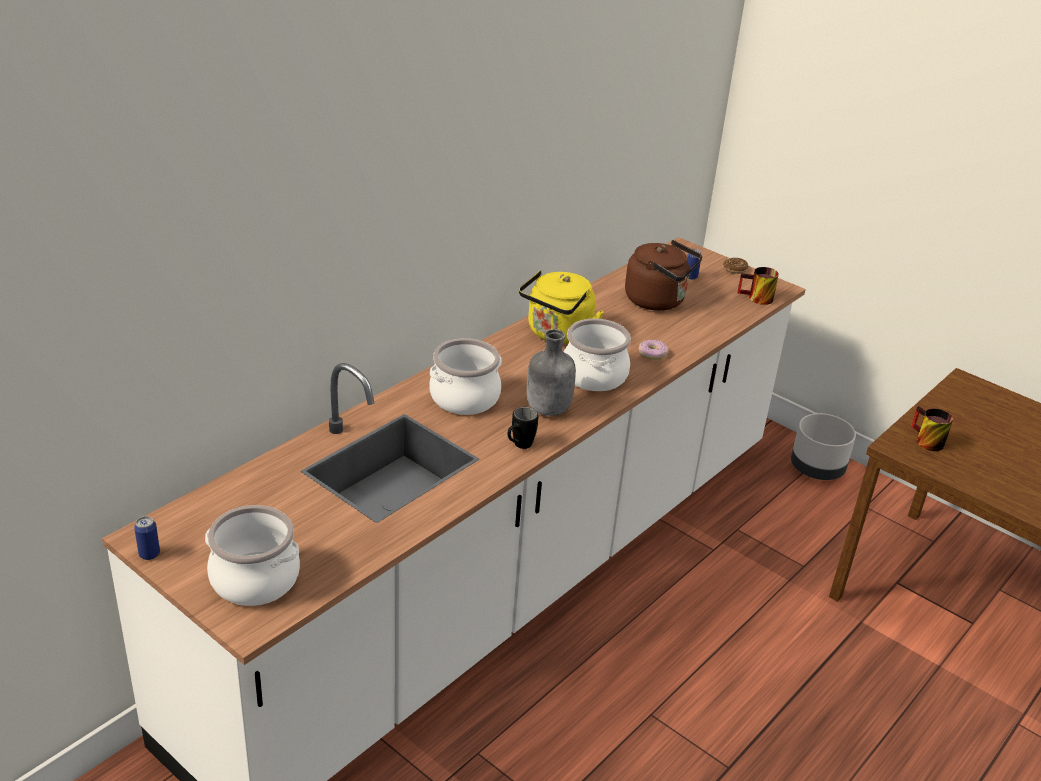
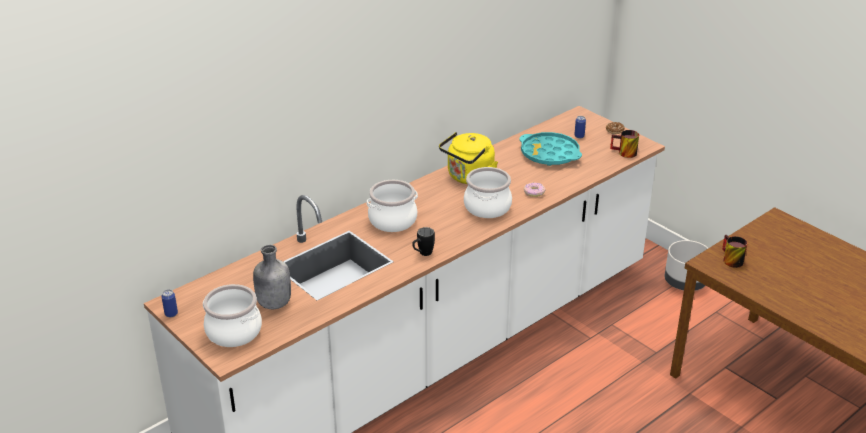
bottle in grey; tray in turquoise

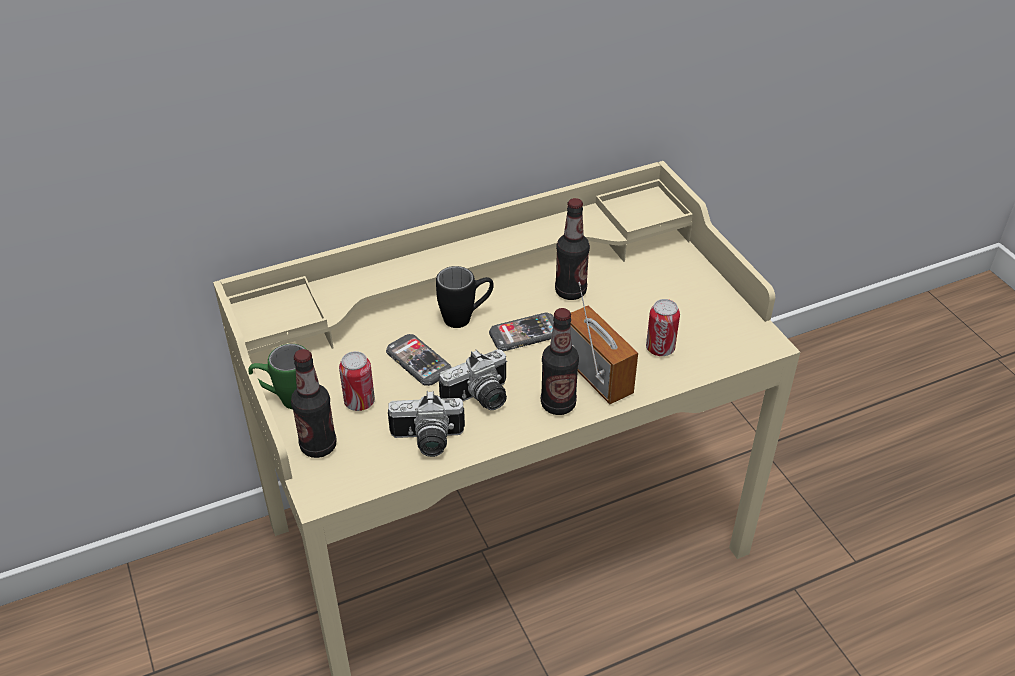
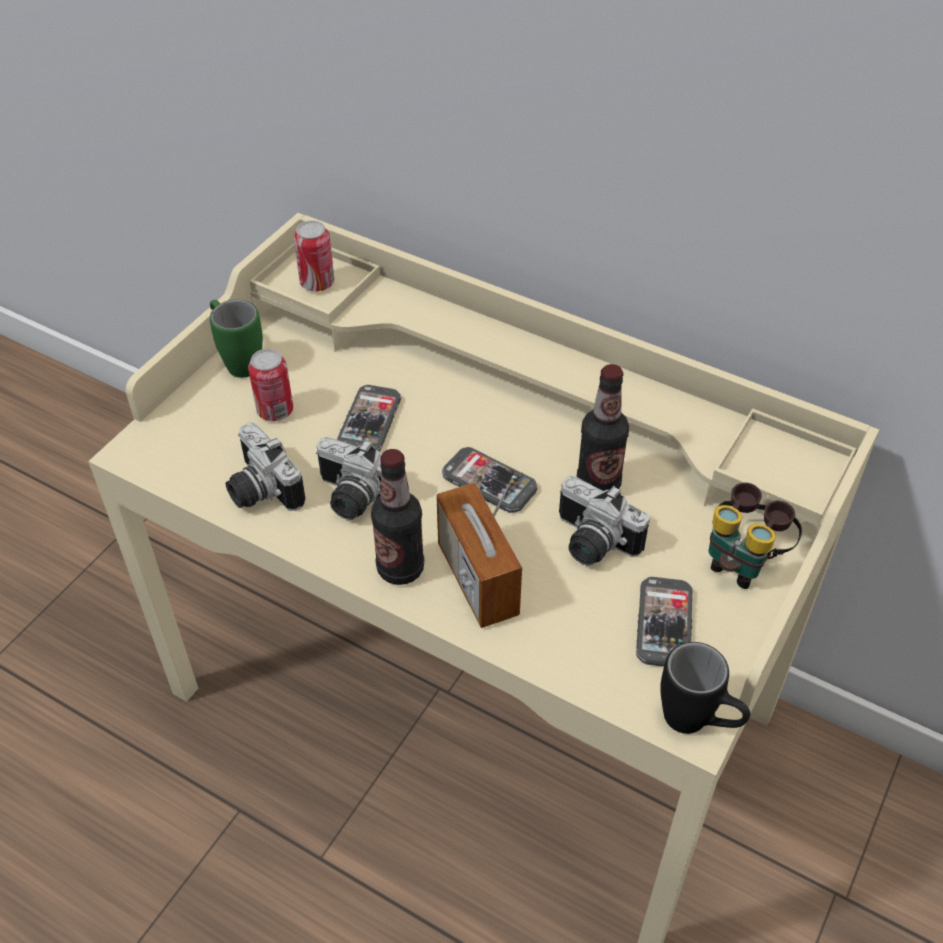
bottle (1st from left in the first image); photo camera (3rd from left); phone (3rd from left); binoculars; mug in black; can (2nd from left); radio

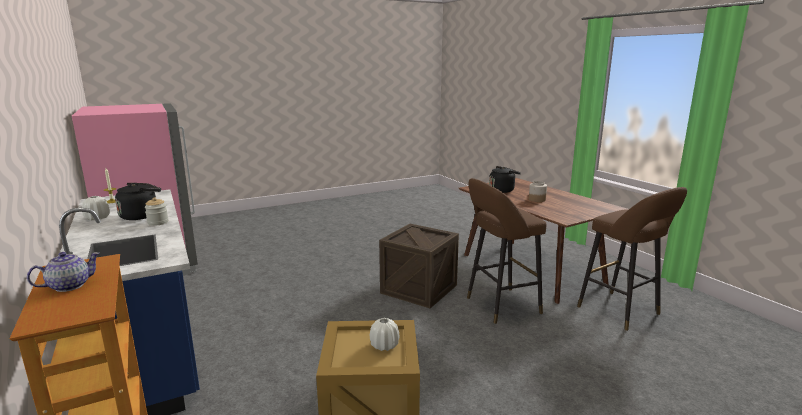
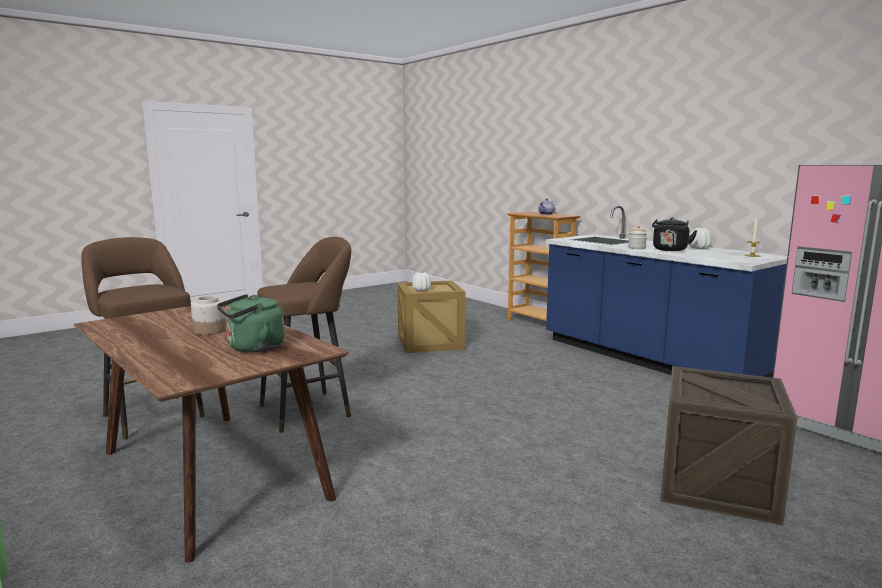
crate (2nd from left); kettle in green

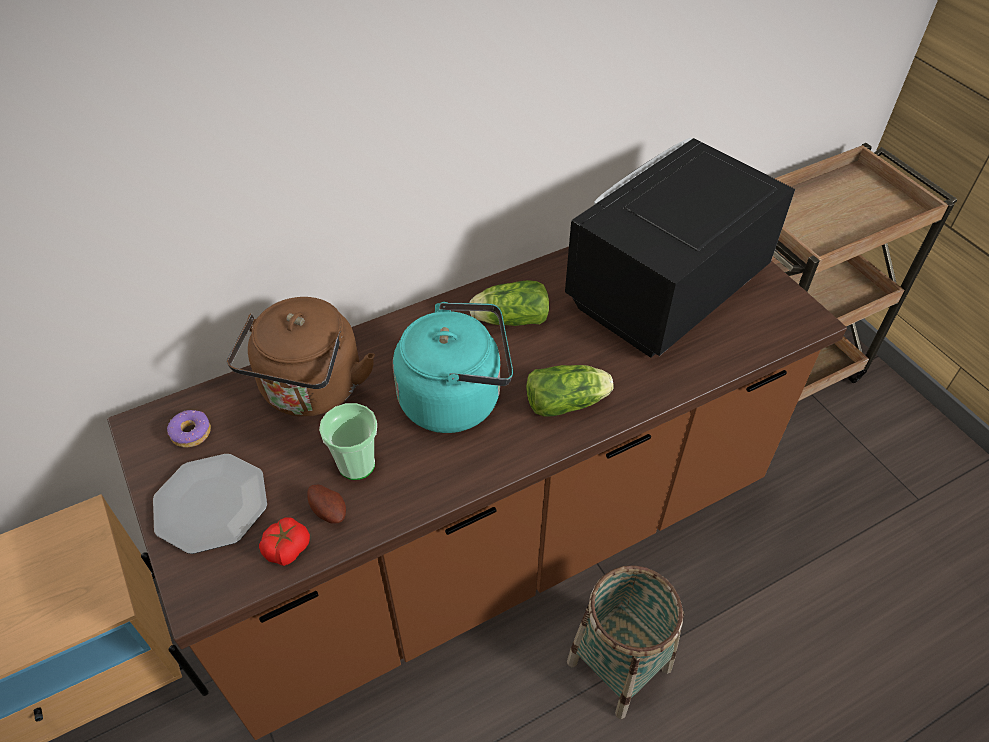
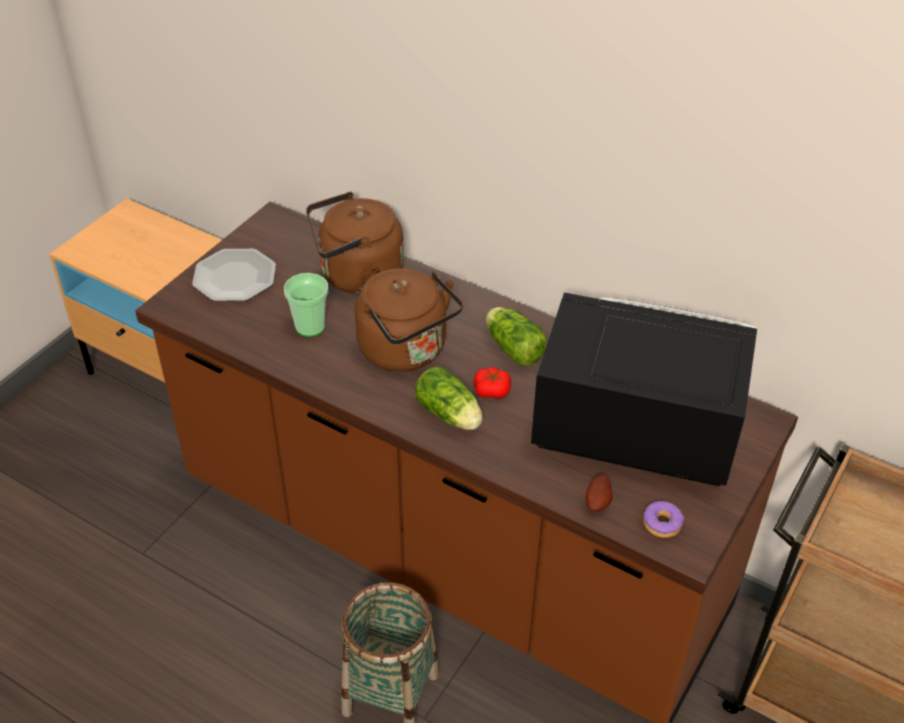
donut; tomato; potato; kettle in brown (2nd from left)

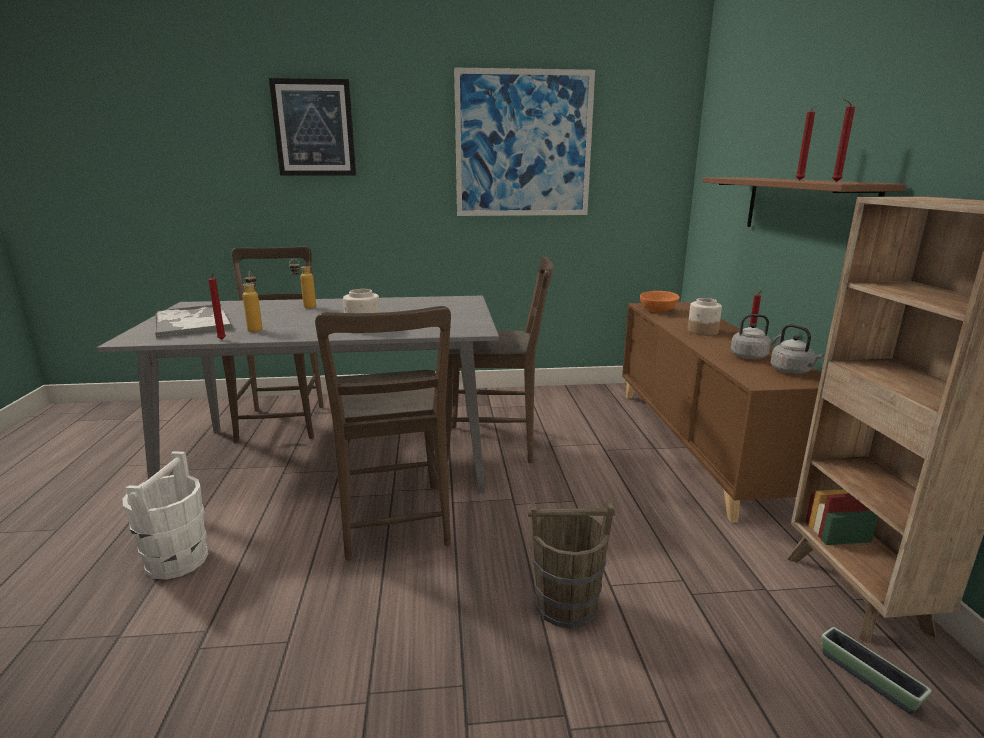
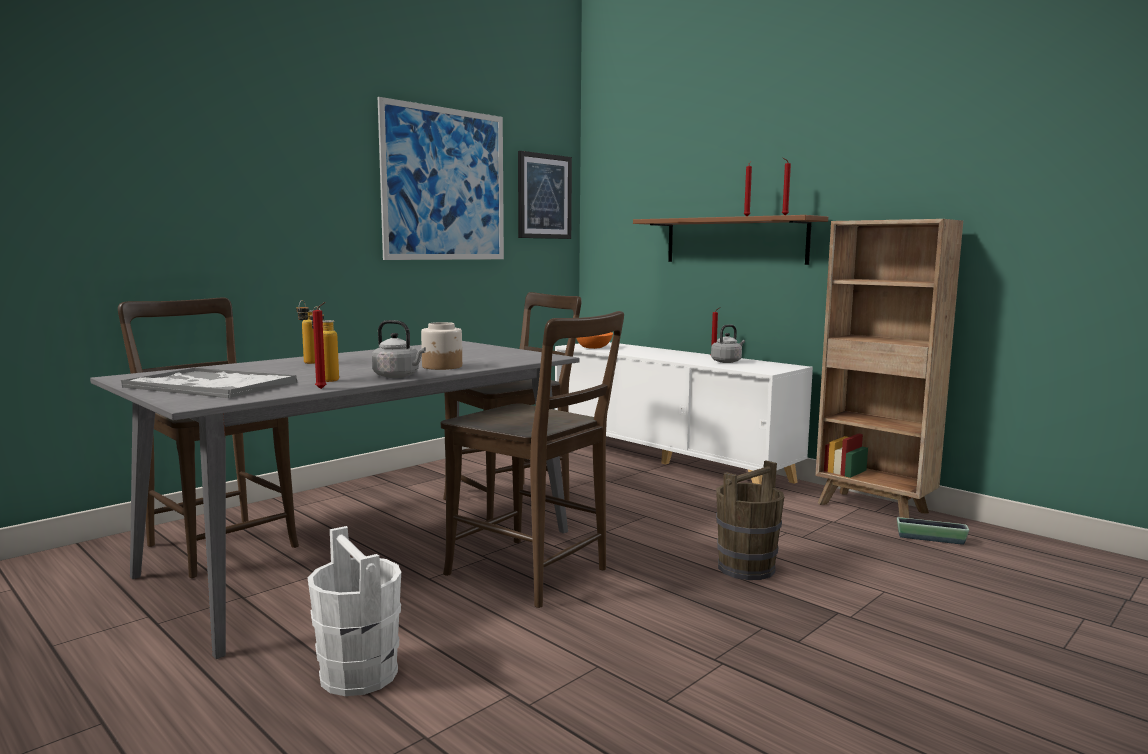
jar (2nd from left in the first image); picture (2nd from left); kettle in grey (1st from left); cabinet in white

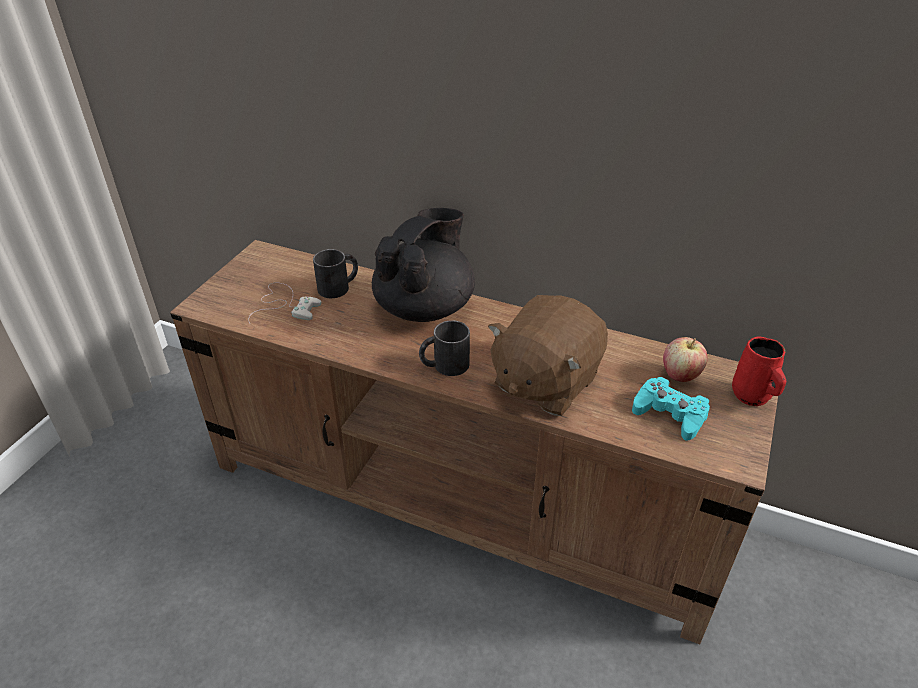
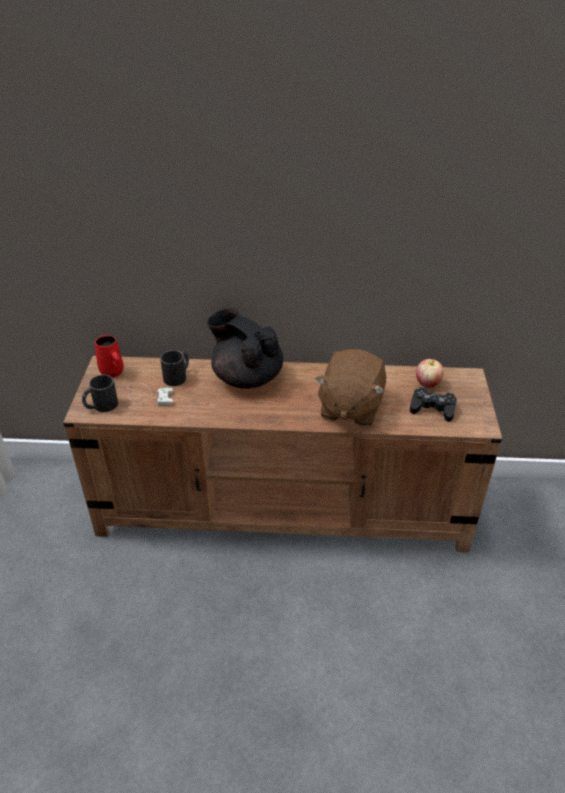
mug in black (1st from left); mug in red; game controller in black; teapot in black

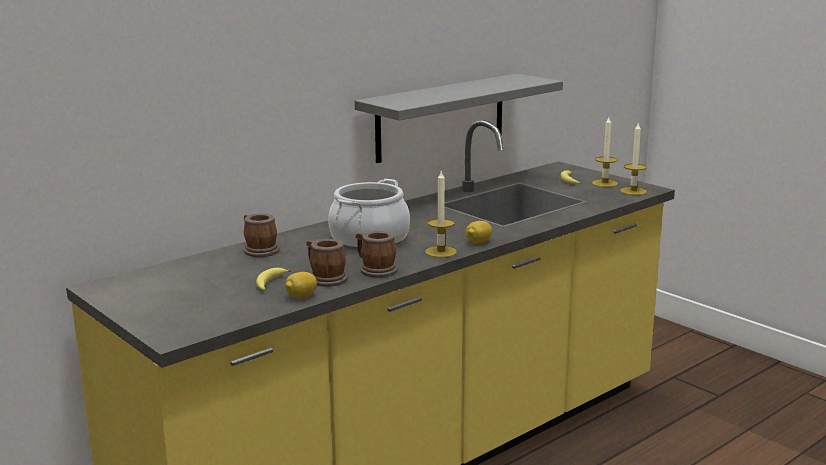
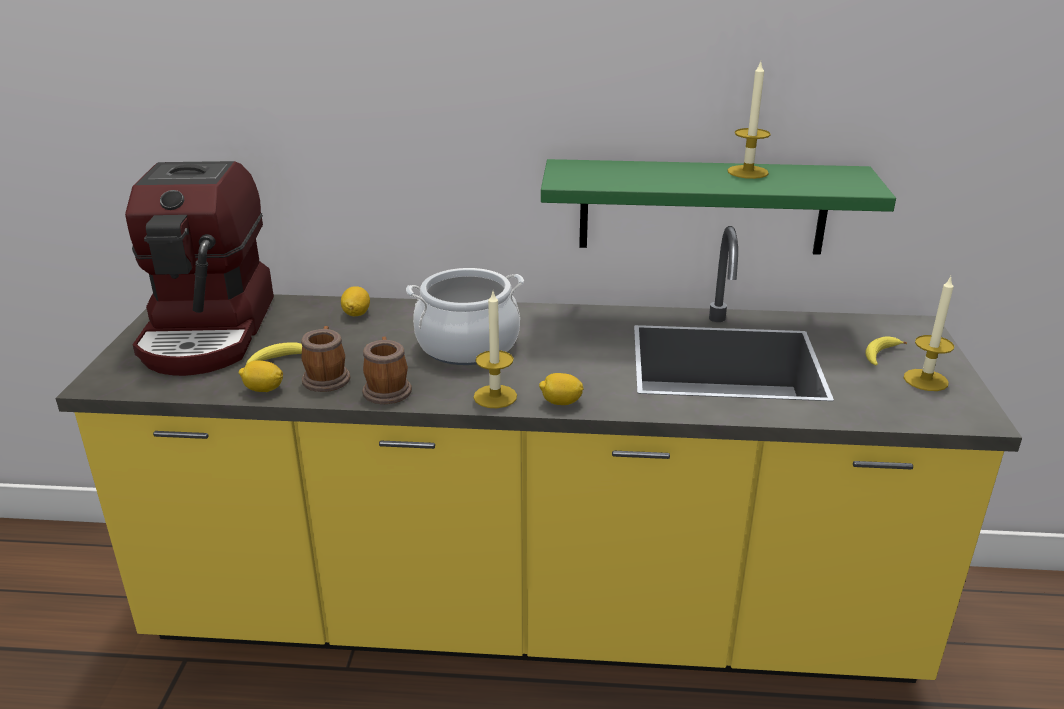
coffee machine; candle (2nd from left); lemon (2nd from left); shelf in green

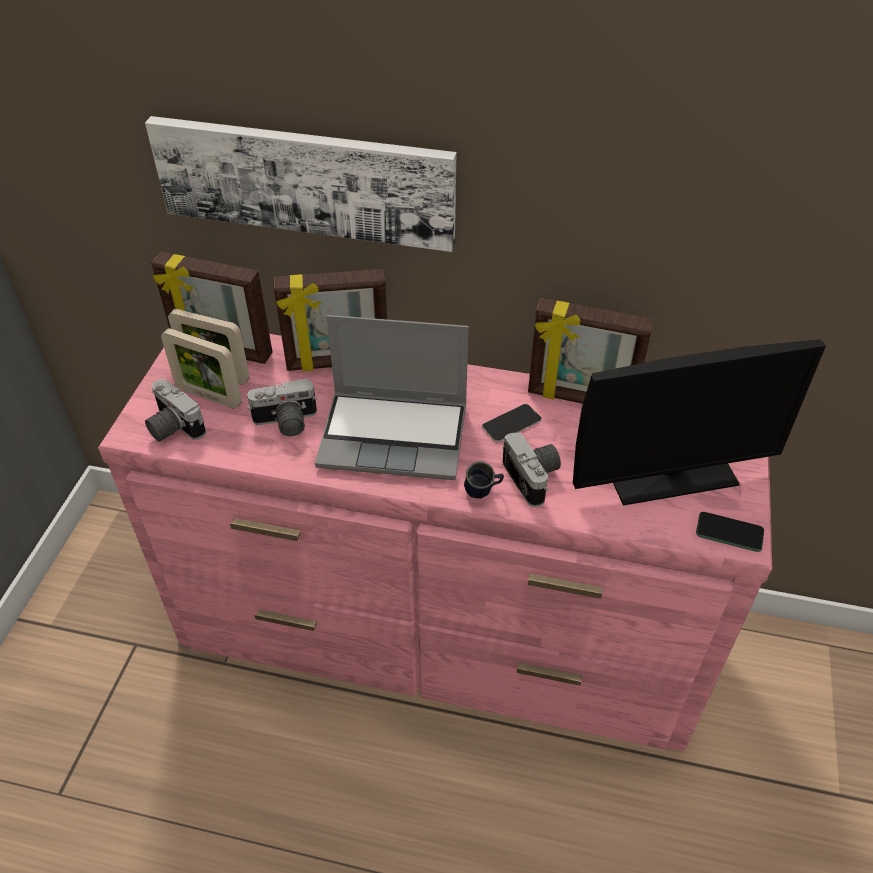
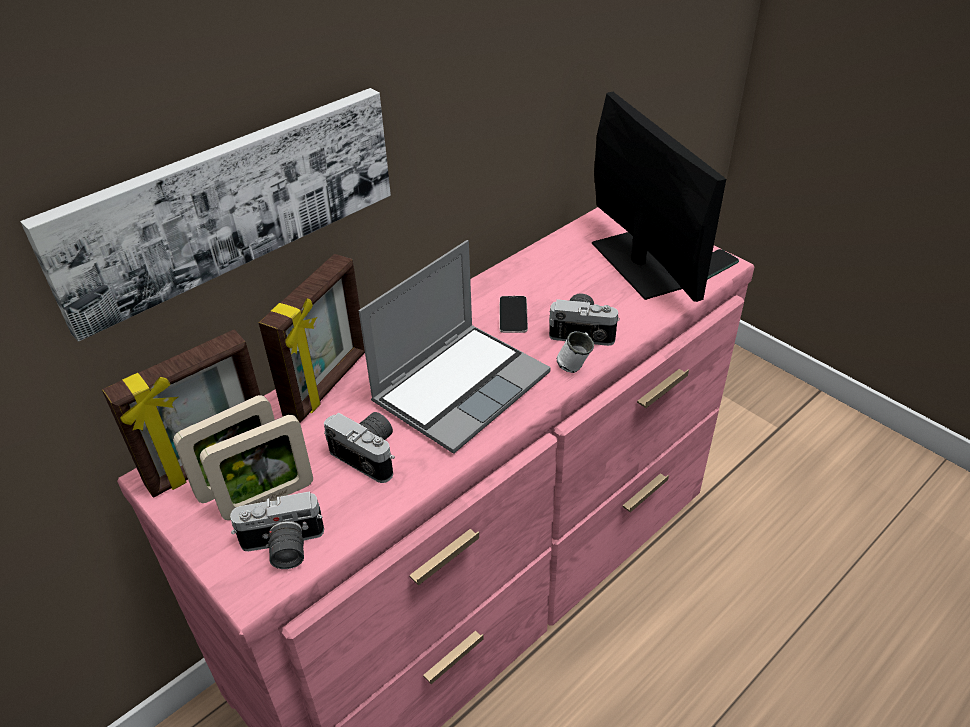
picture frame (5th from left in the first image); mug in white; photo camera (2nd from left); monitor

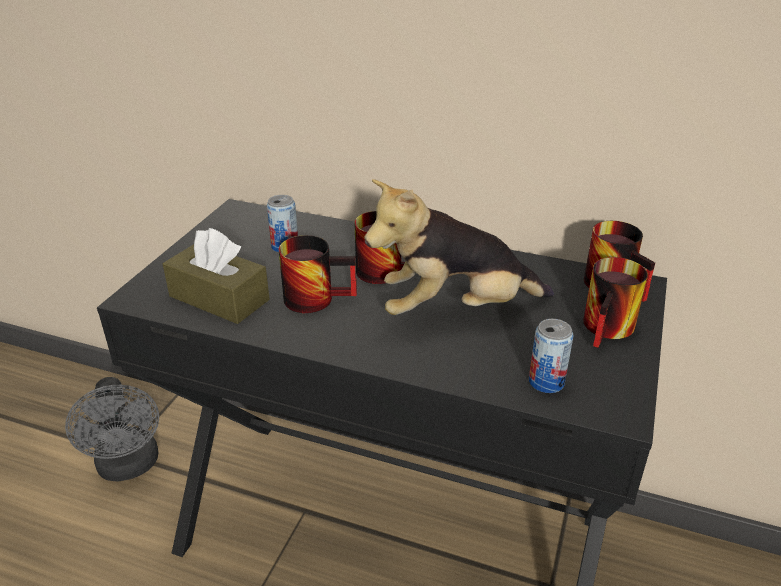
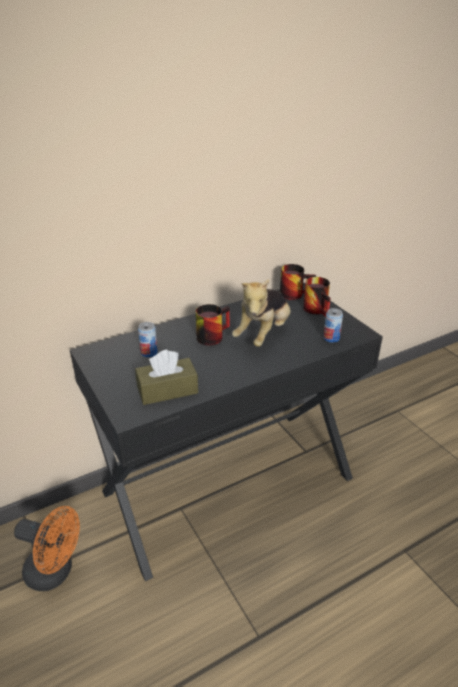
mug (1st from left in the first image); fan in orange

